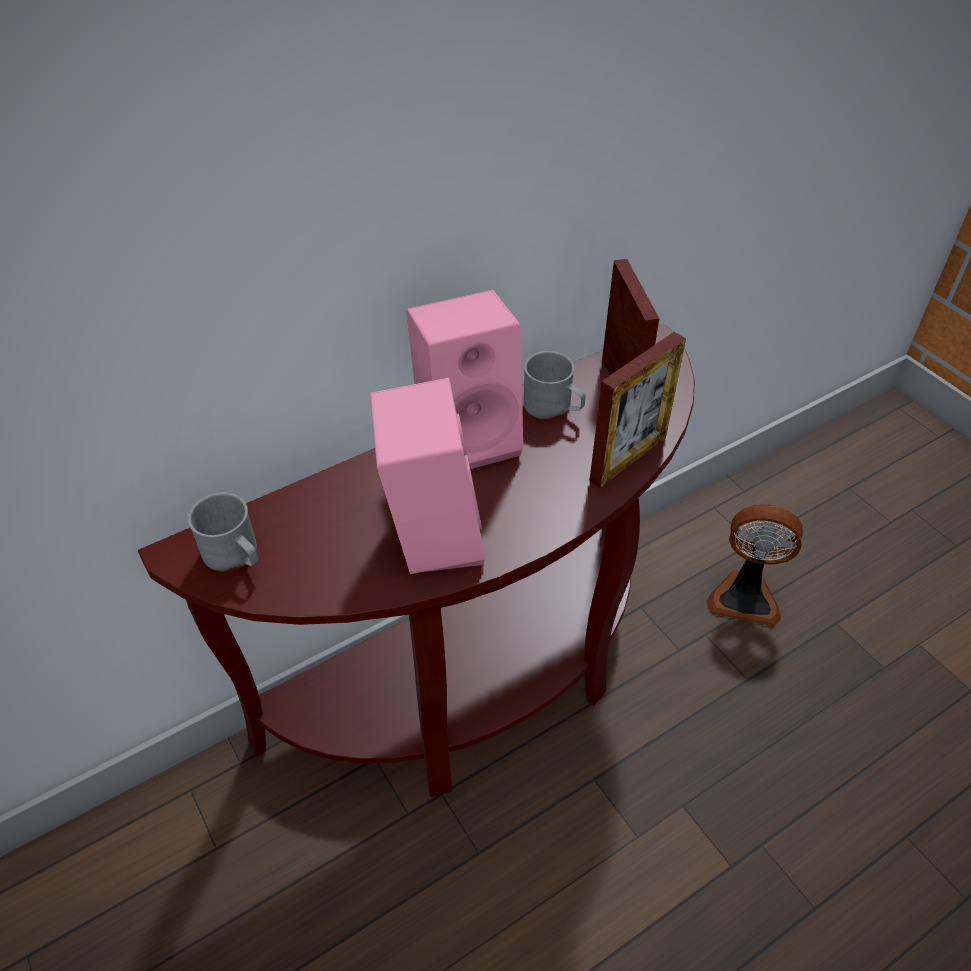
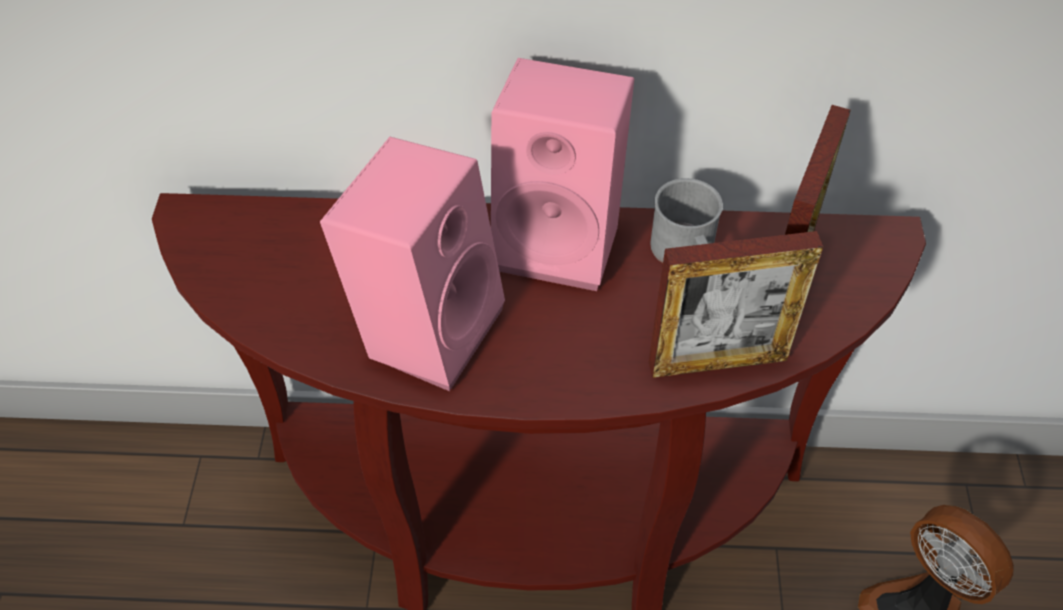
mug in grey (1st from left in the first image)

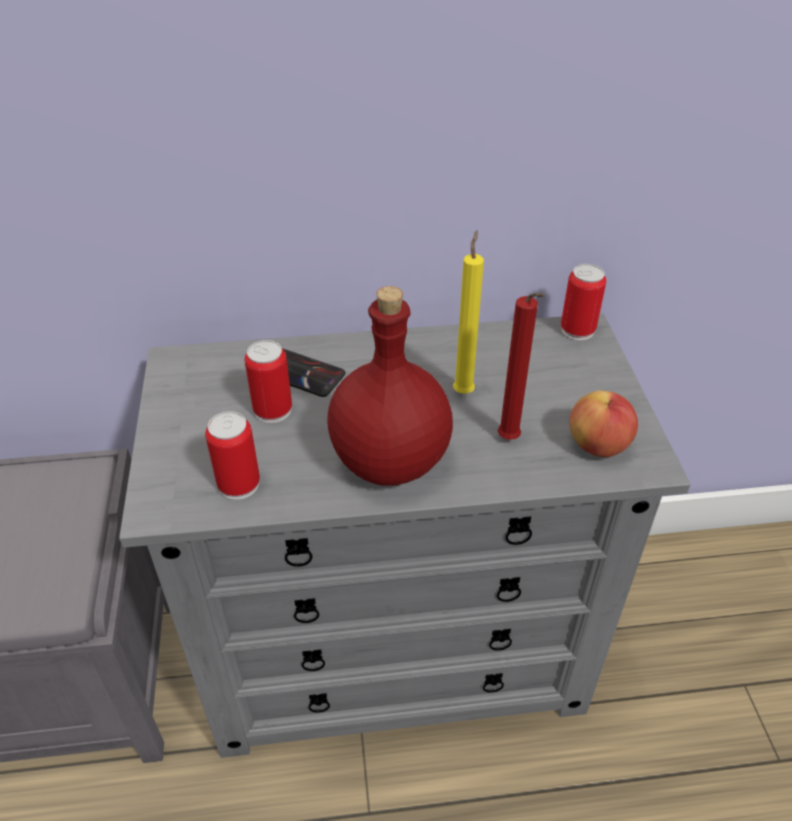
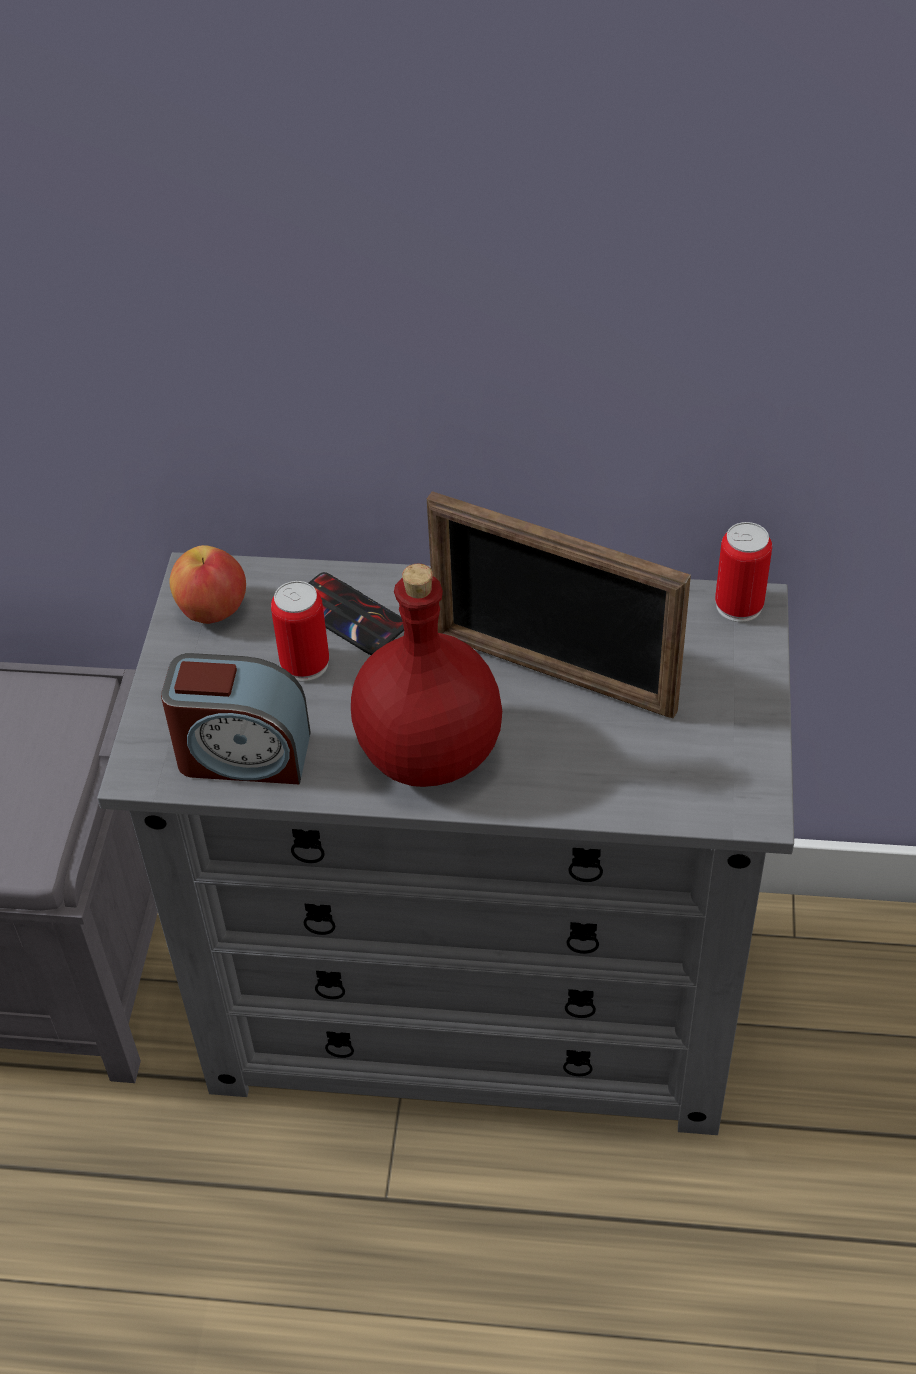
candle in red; apple; alarm clock; picture frame

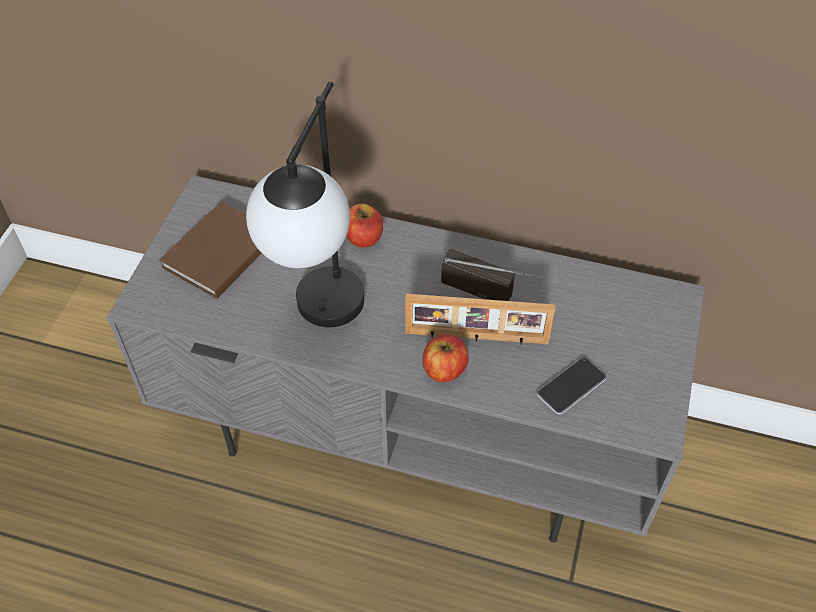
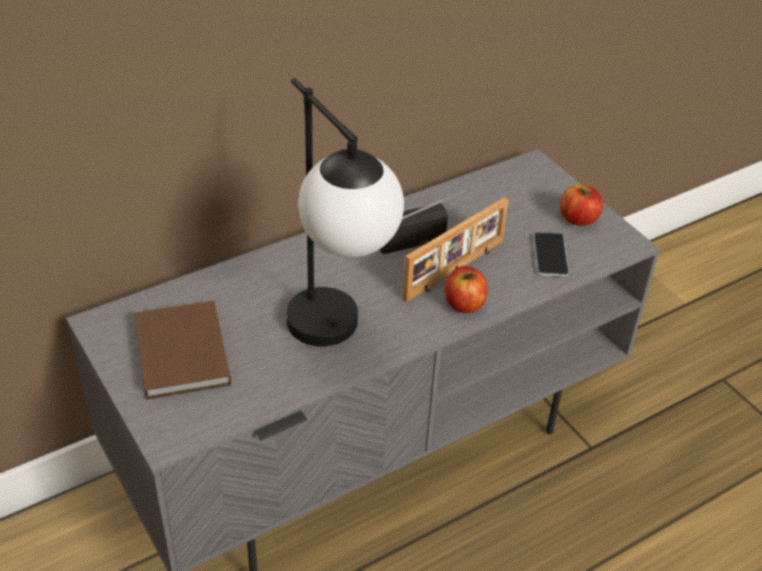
apple (2nd from left)

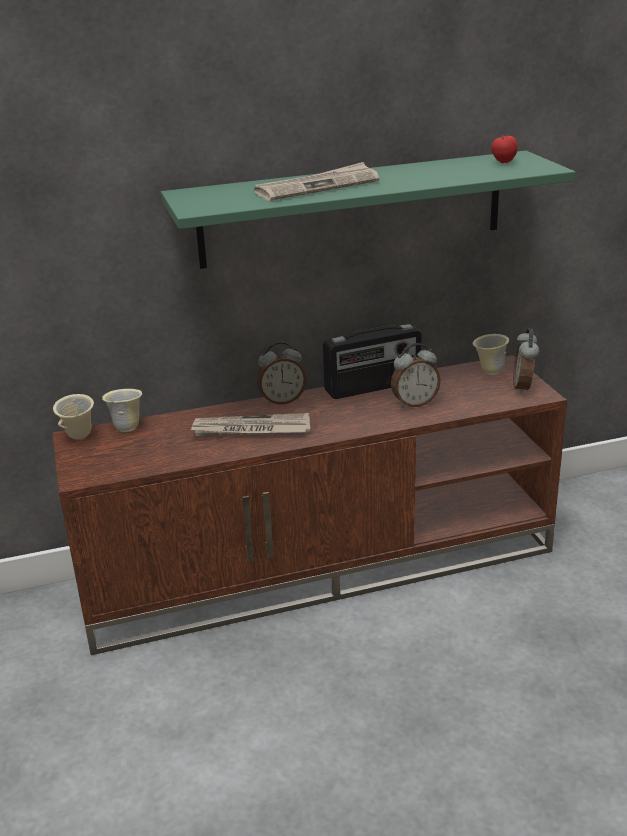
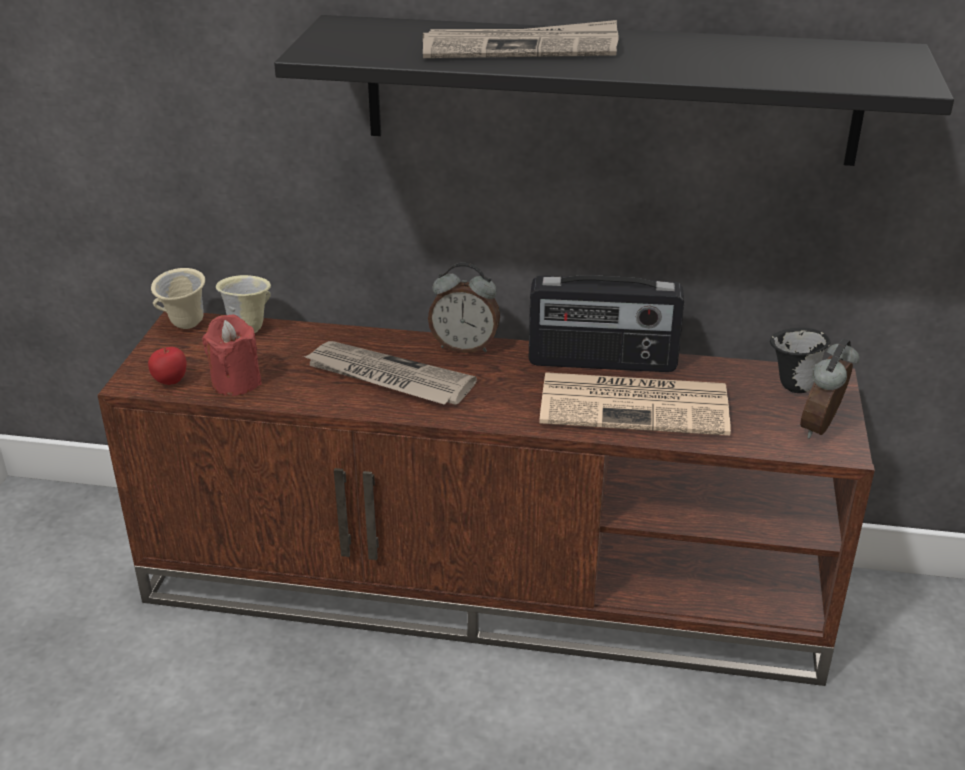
candle in red; apple; newspaper (3rd from left); shelf in black; mug in black

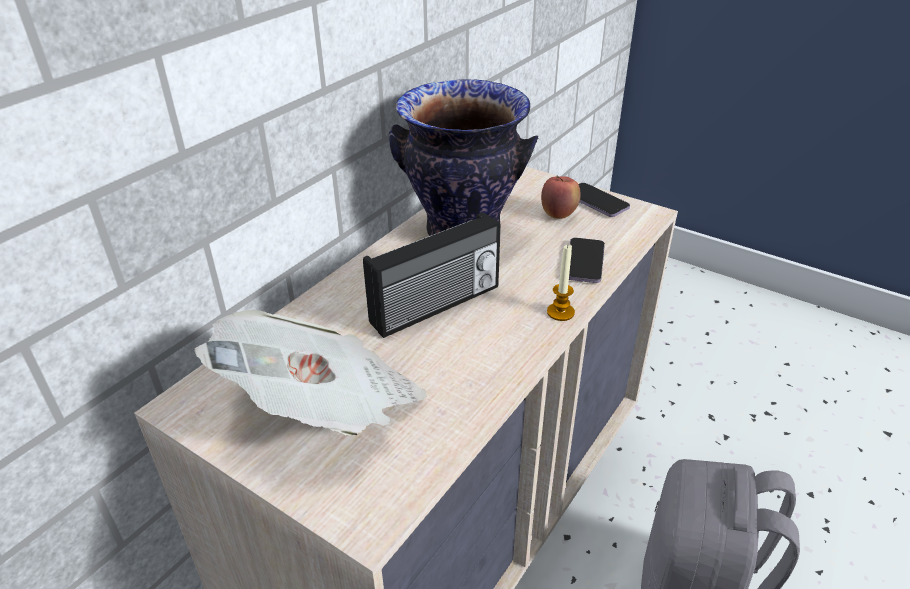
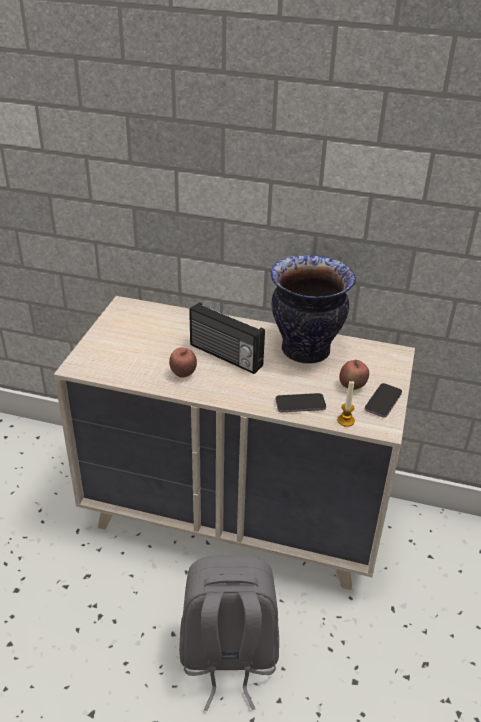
newspaper; apple (1st from left); candle

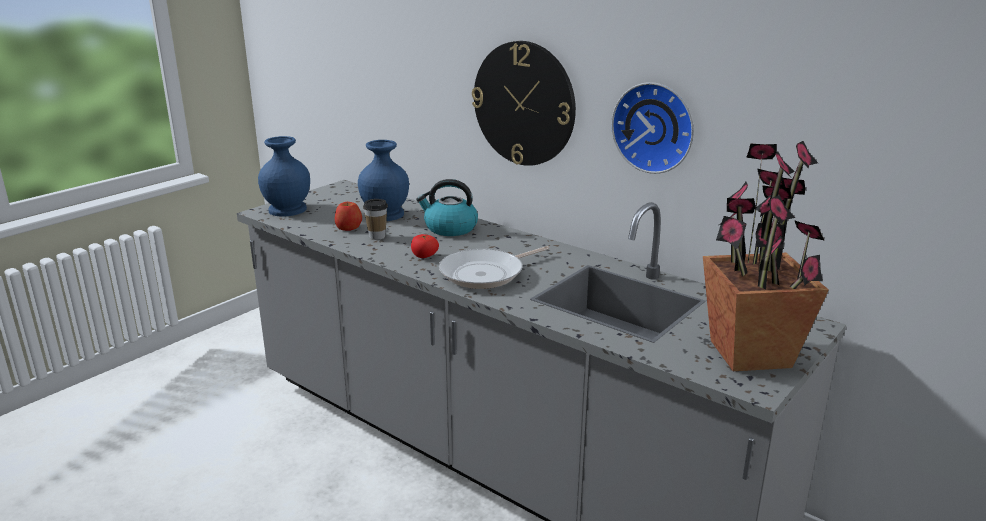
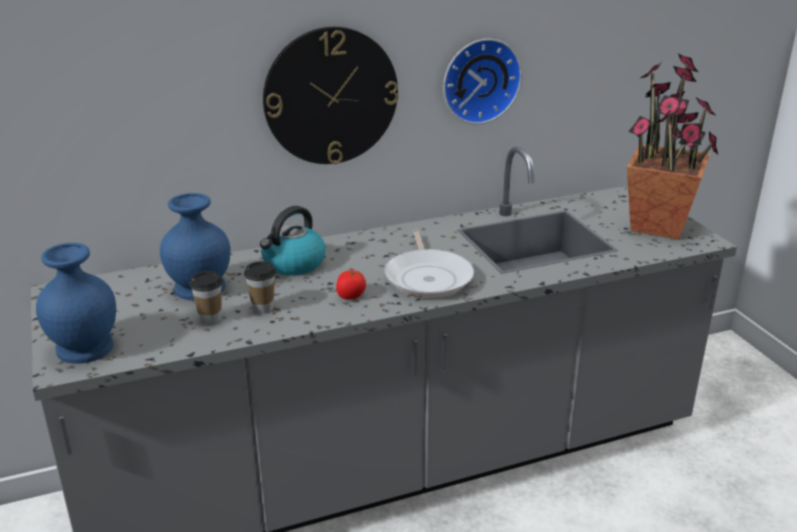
cup (1st from left)

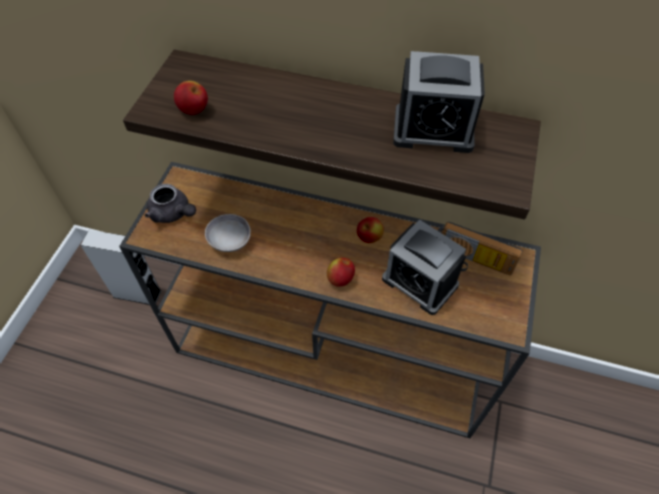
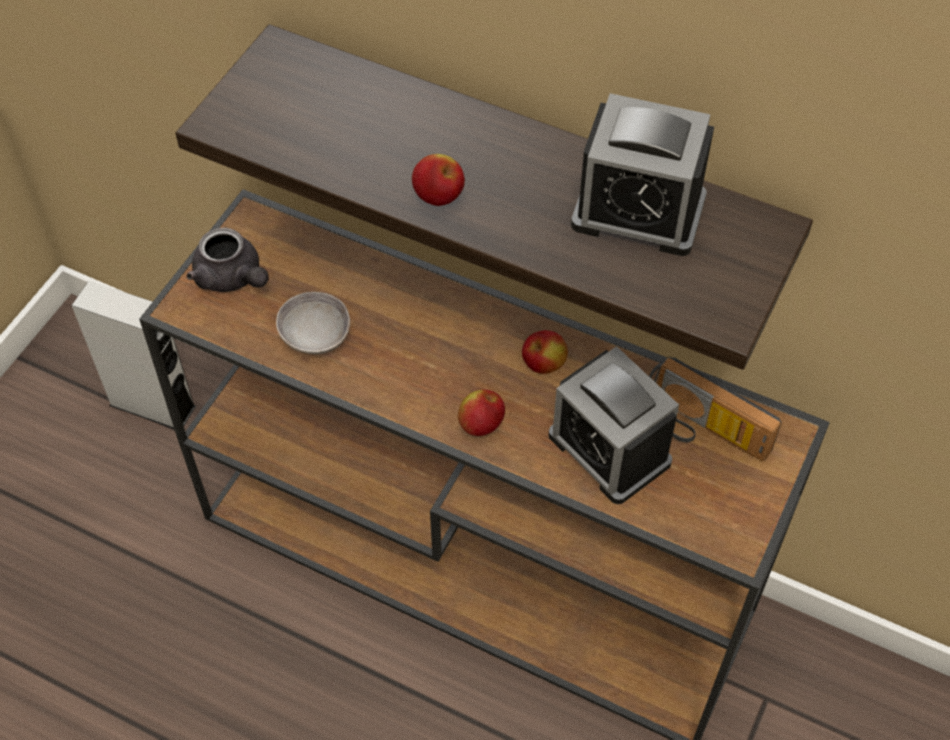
apple (1st from left)

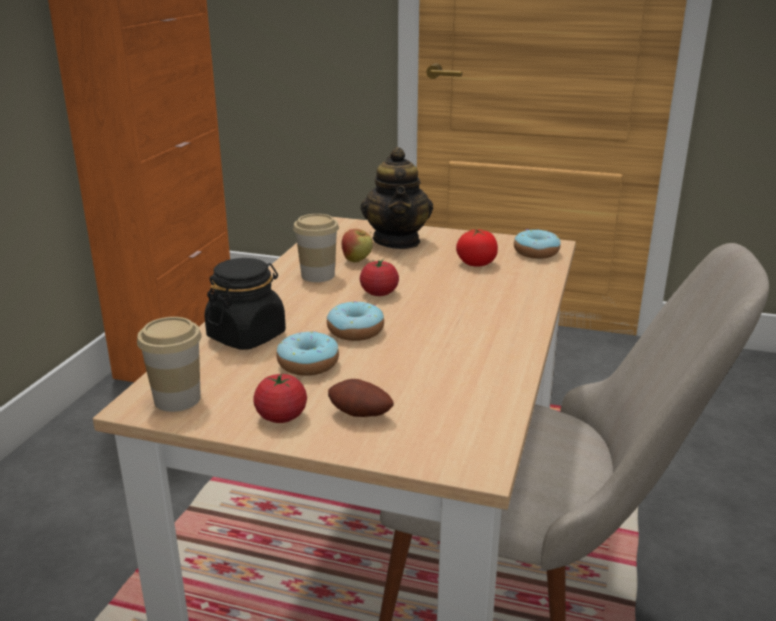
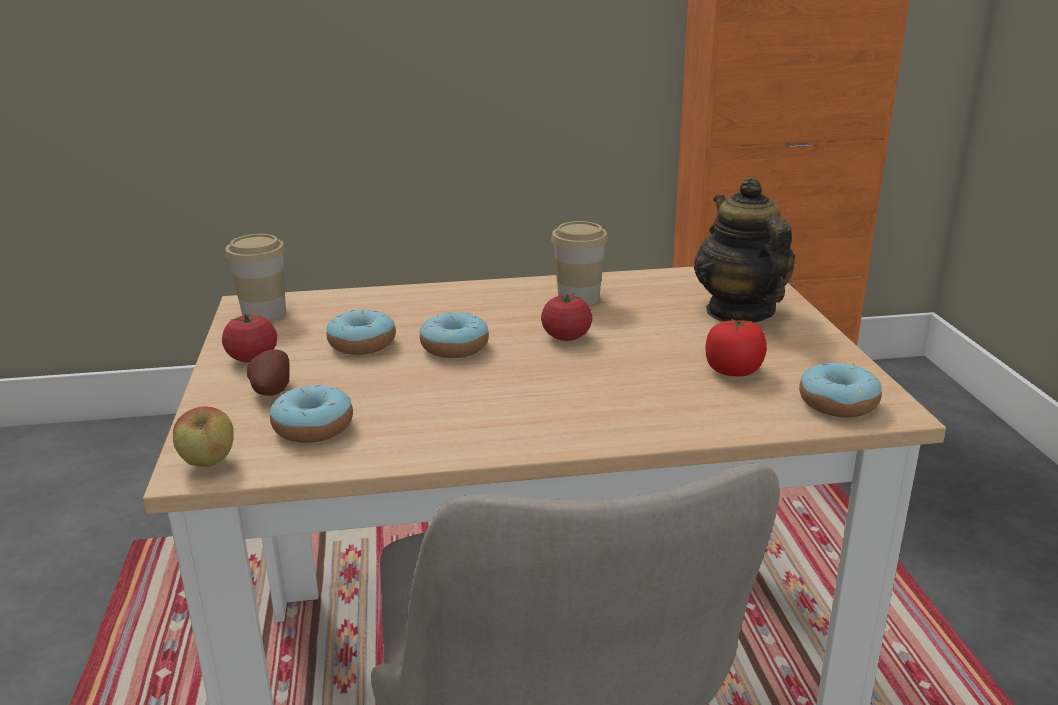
jar in black; donut (1st from left); apple; teapot

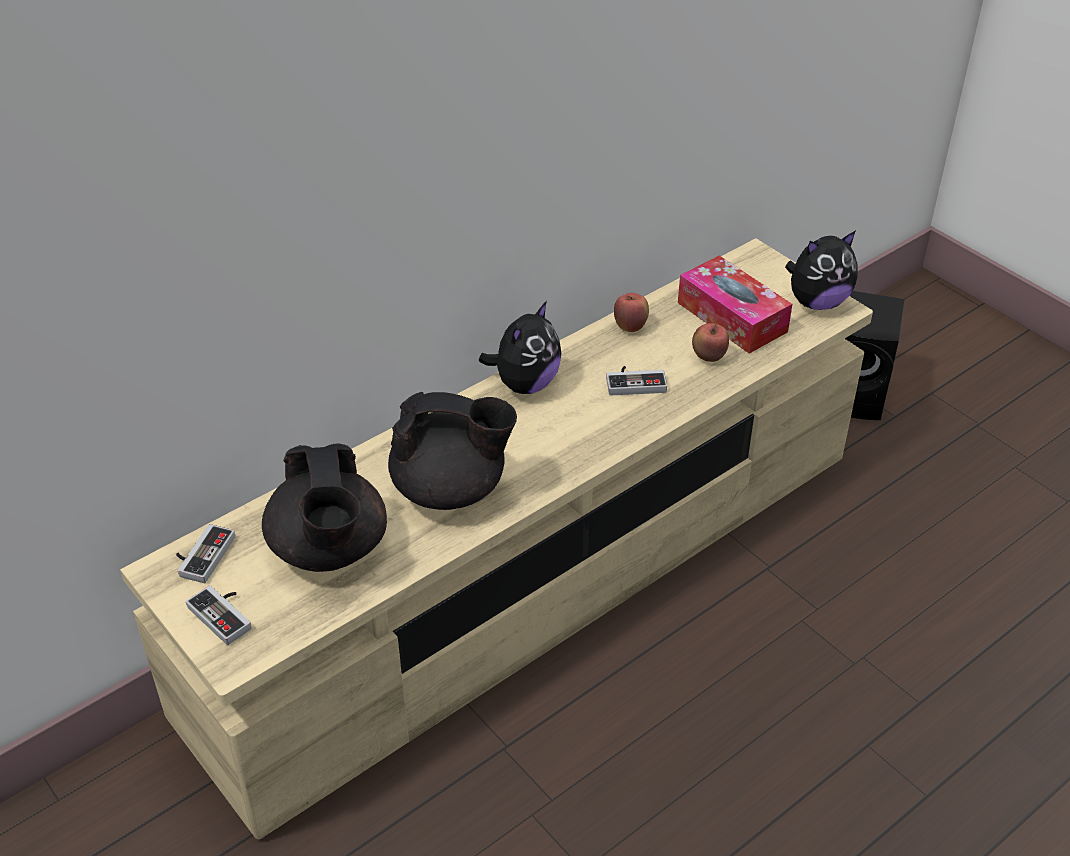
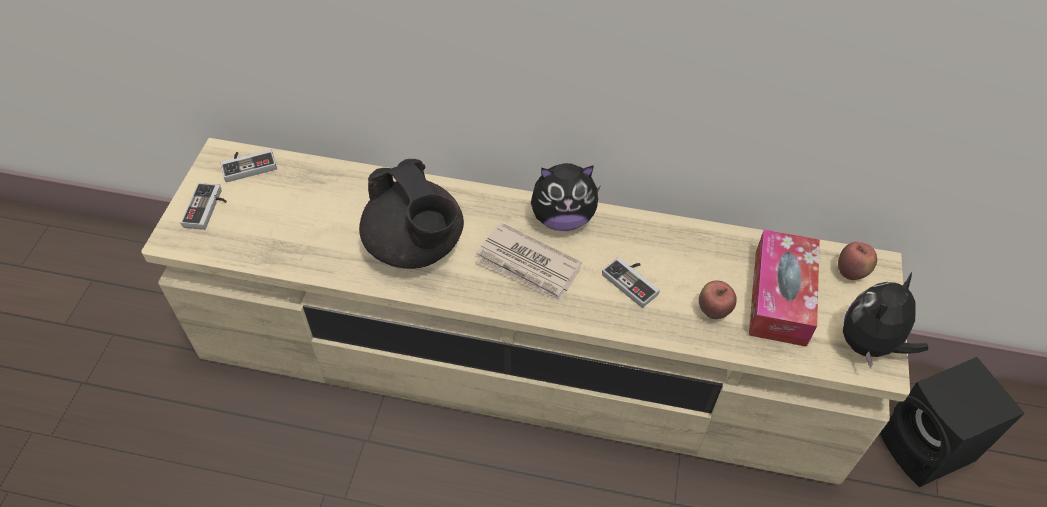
teapot in black (1st from left in the first image); newspaper; apple (2nd from left); plush toy (2nd from left)

